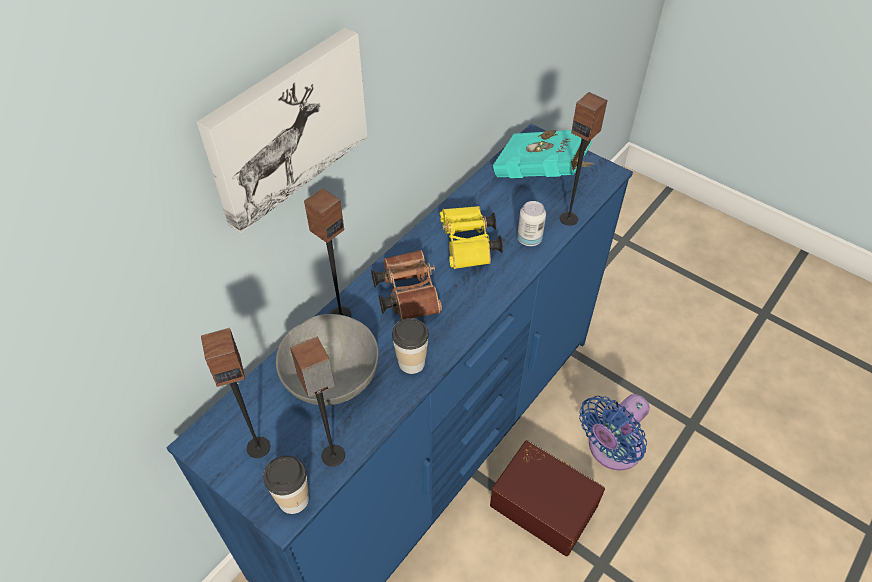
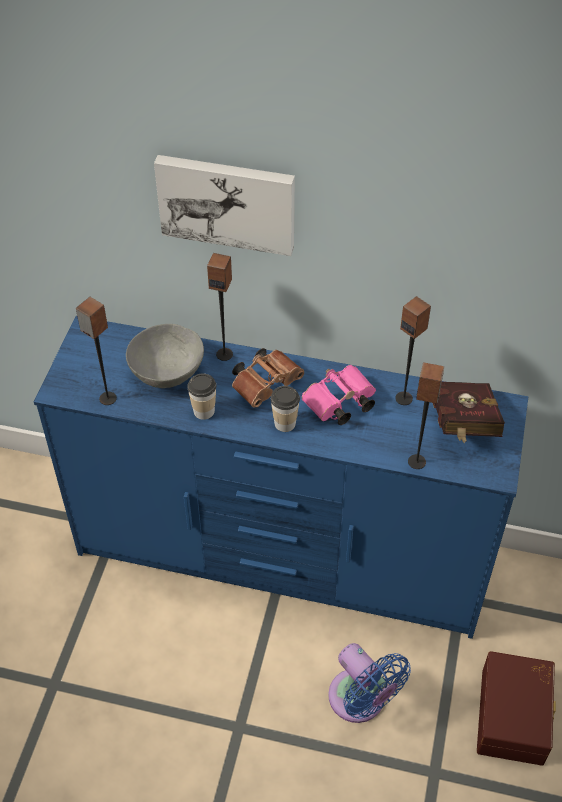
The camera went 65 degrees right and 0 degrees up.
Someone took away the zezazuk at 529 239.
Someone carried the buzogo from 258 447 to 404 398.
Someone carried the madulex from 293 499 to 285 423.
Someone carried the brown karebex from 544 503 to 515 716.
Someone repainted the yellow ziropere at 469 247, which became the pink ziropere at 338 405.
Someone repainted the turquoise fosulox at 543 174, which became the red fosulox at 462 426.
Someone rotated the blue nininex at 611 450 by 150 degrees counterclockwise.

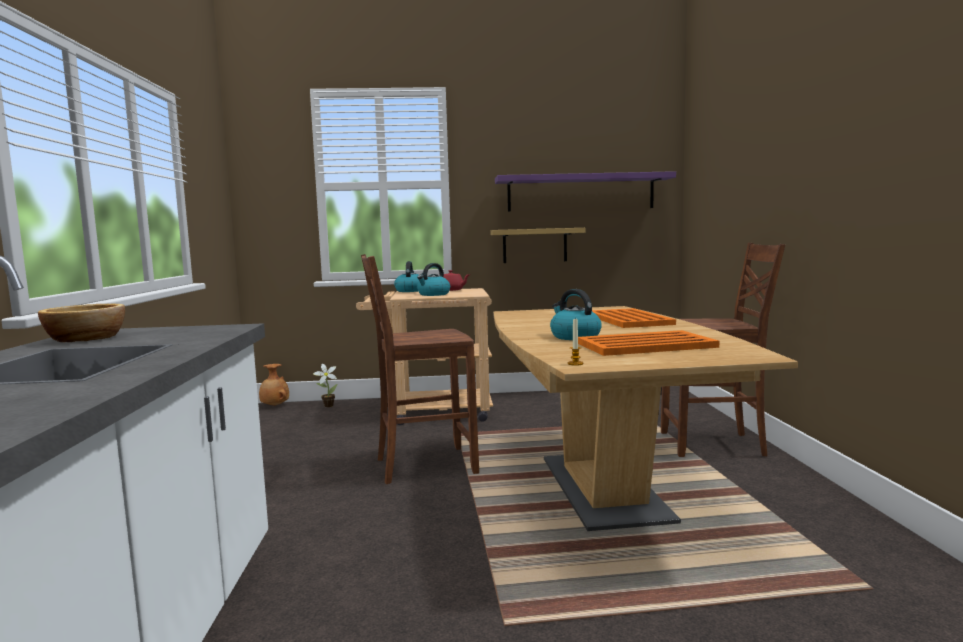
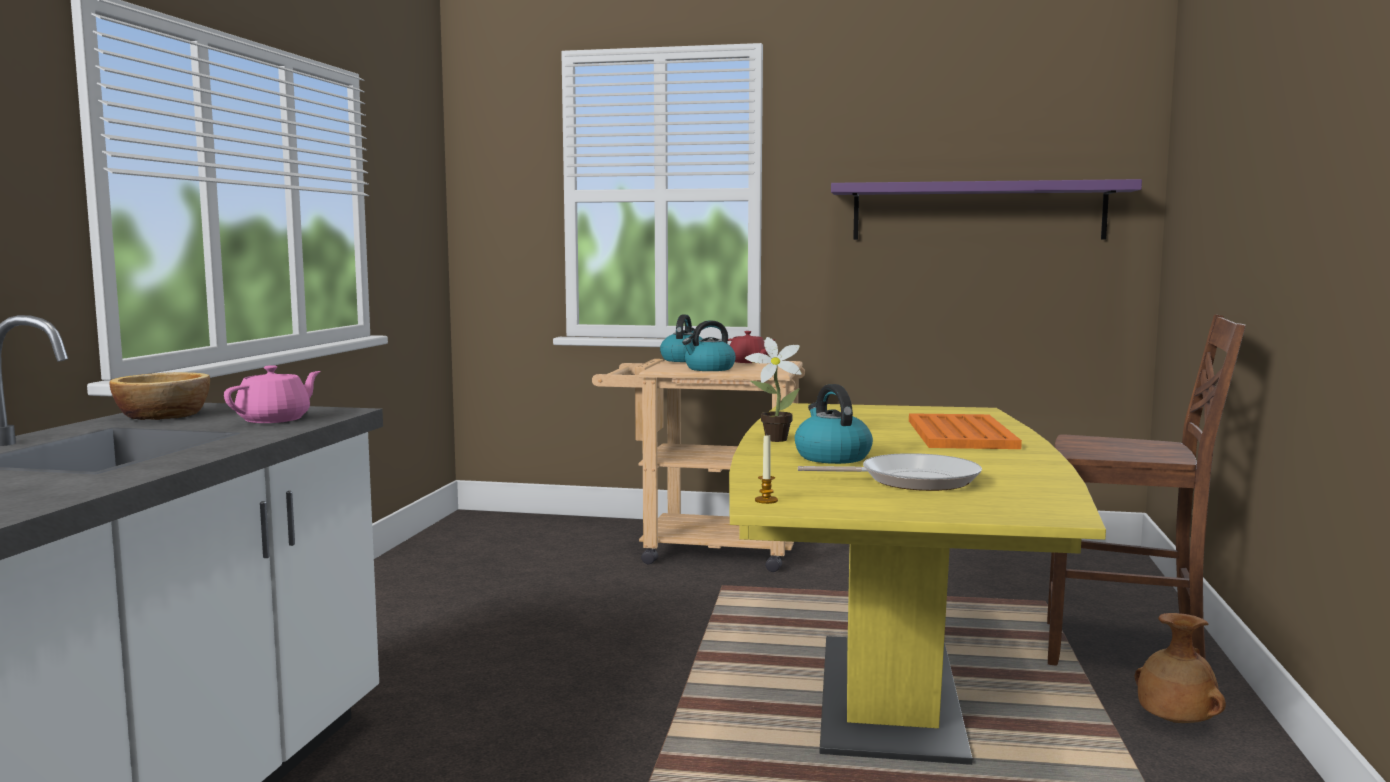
The camera went 15 degrees right and 0 degrees up.
Someone took away the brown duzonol at 423 465.
Someone took away the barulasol at 534 245.
Someone put down the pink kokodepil at 275 420.
Someone carried the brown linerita from 274 405 to 1174 722.
Someone carried the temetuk from 327 406 to 772 439.
Someone swapped the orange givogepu at 644 345 for the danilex at 912 480.
Someone repainted the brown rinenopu at 603 488, which became the yellow rinenopu at 889 696.

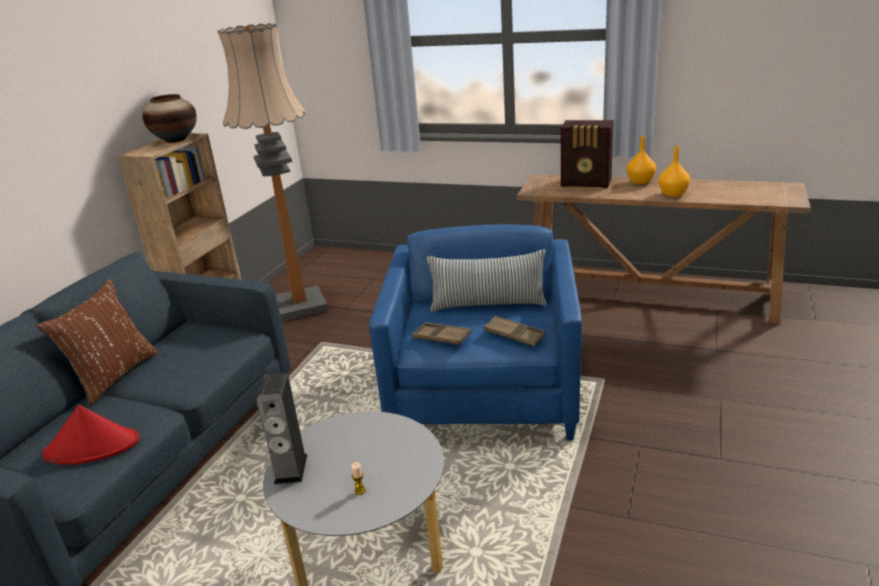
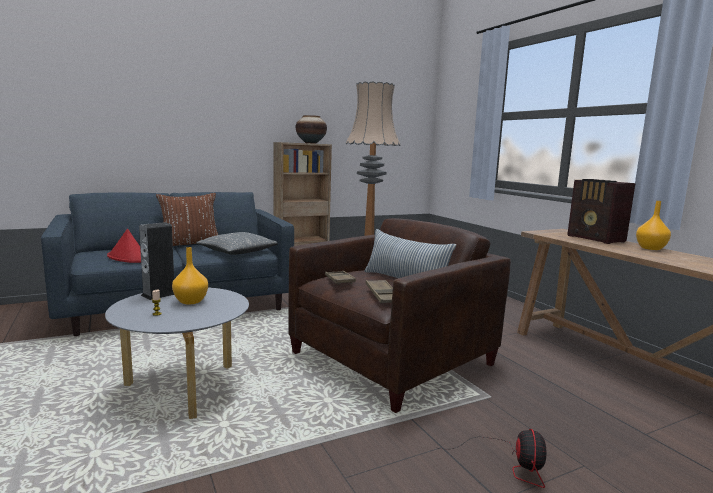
The camera went 40 degrees right and 15 degrees down.
Someone put down the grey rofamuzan at 238 251.
Someone put down the nininex at 510 463.
Someone carried the orange linerita from 673 194 to 191 301.
Someone repainted the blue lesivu at 485 390, which became the brown lesivu at 392 359.

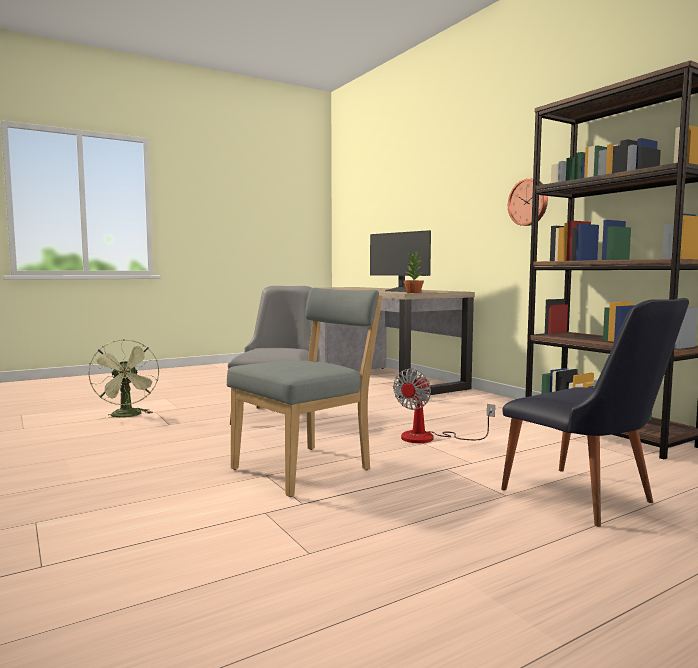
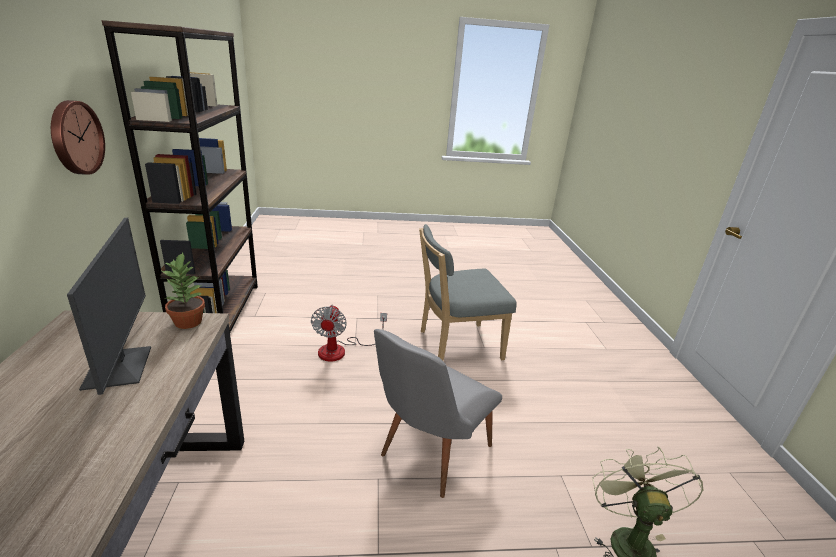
The camera went 155 degrees left and 20 degrees up.
Someone took away the black duzonol at 588 500.
Someone rotated the nininex at 429 438 by 120 degrees clockwise.

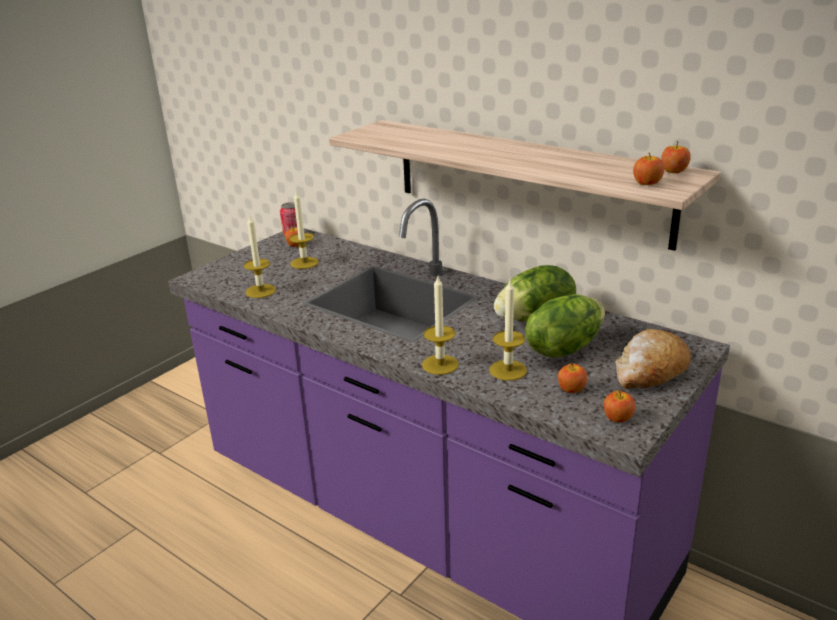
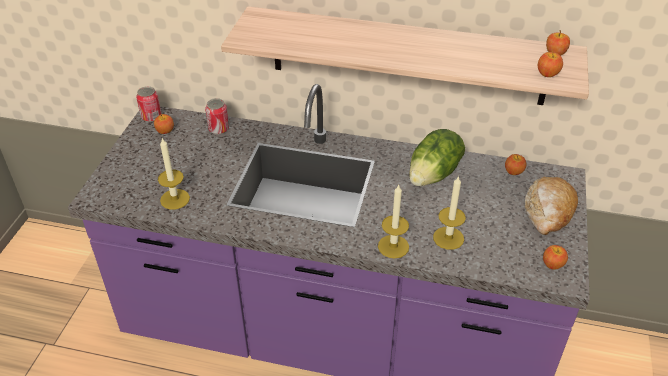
The camera went 25 degrees left and 15 degrees up.
Someone took away the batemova at 304 263.
Someone took away the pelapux at 564 347.
Someone put down the zezazuk at 218 129.
Someone carried the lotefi from 571 389 to 514 172.

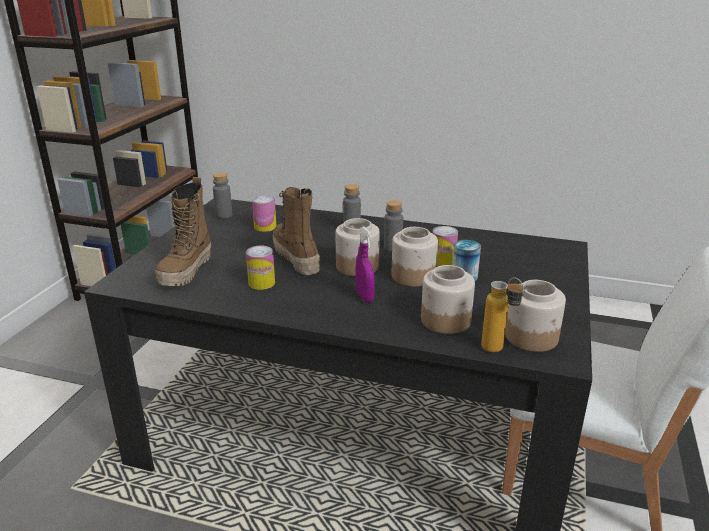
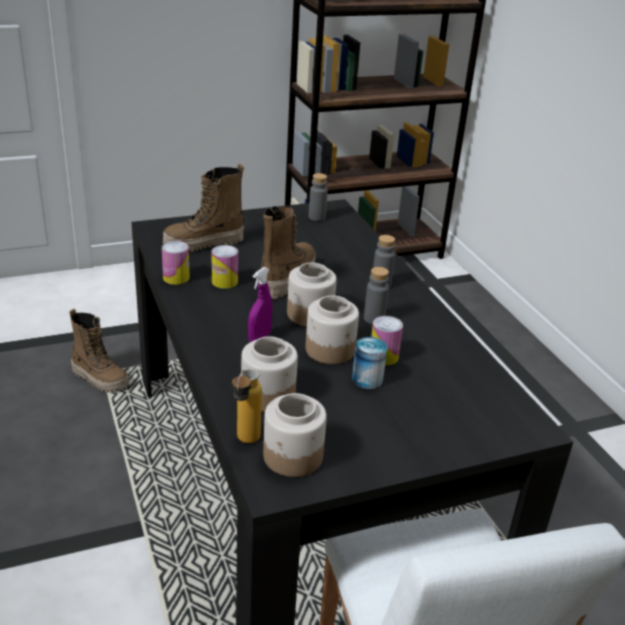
The camera went 50 degrees right and 5 degrees up.
Someone put down the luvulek at 100 378.
Someone carried the zezazuk from 265 227 to 176 278.

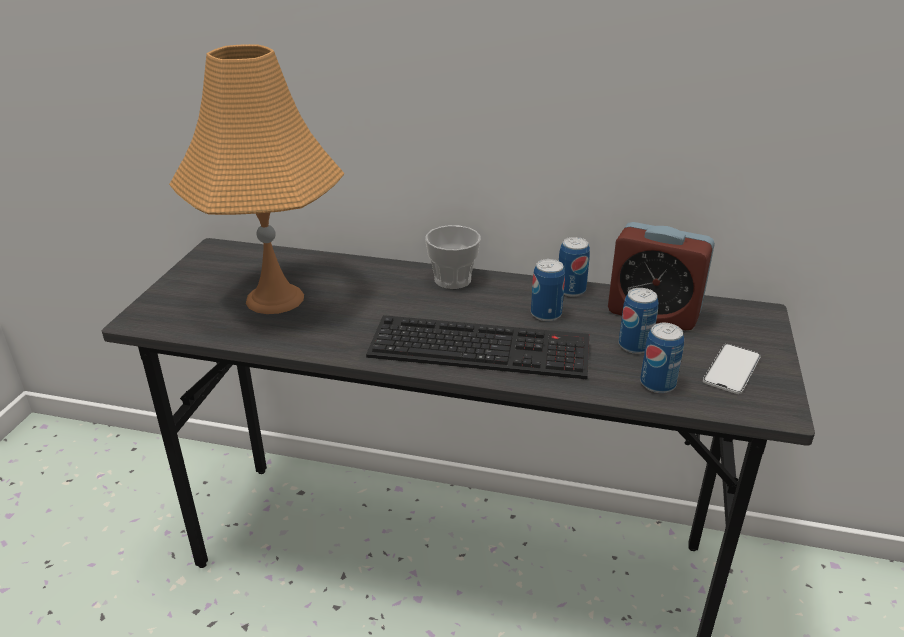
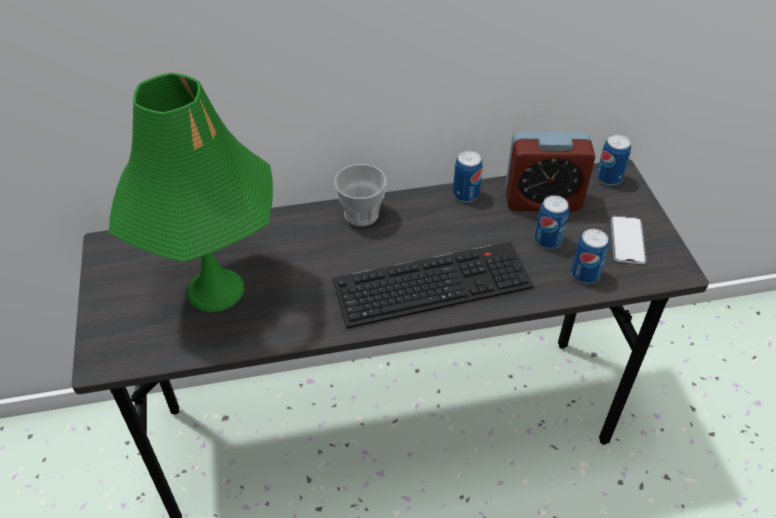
The camera went 25 degrees left and 15 degrees up.
Someone carried the zezazuk from 546 314 to 609 178.
Someone repainted the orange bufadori at 275 298, which became the green bufadori at 216 289.

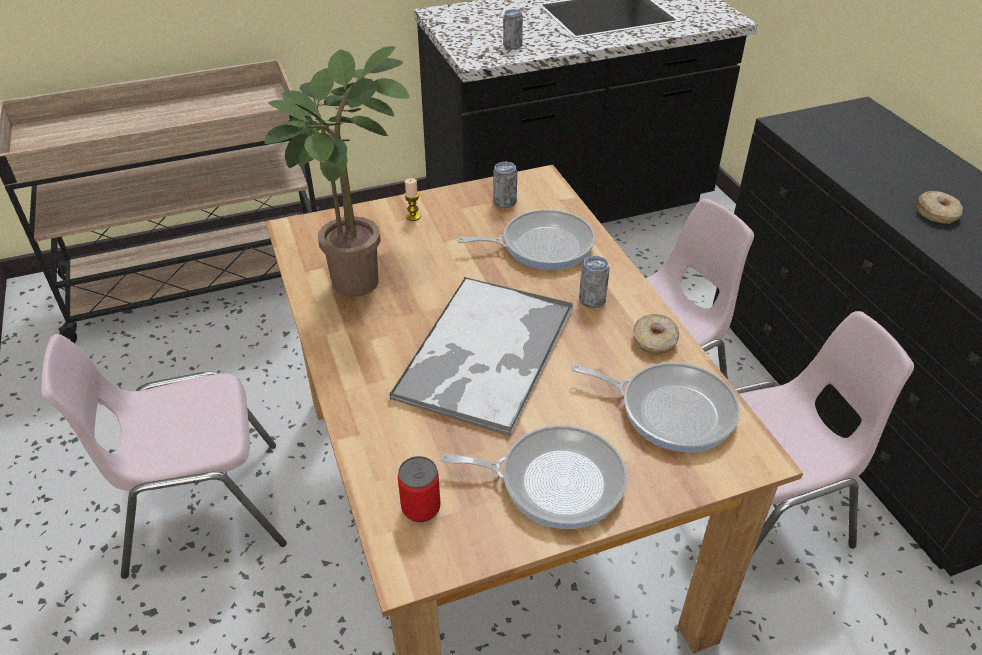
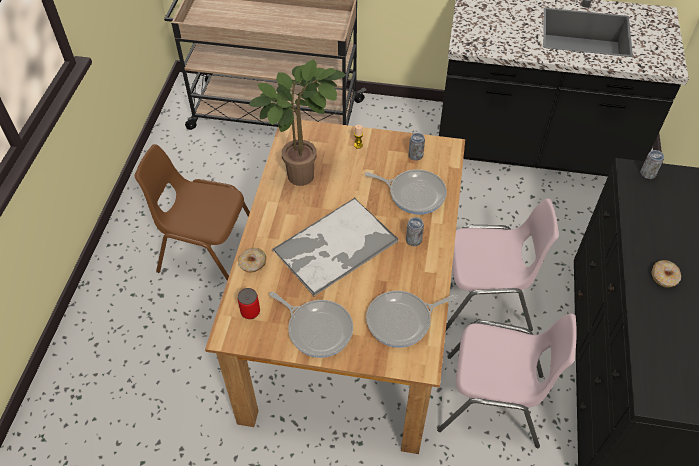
The camera went 30 degrees right and 10 degrees up.
Someone carried the zezazuk from 512 45 to 647 174.
Someone carried the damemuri from 654 341 to 252 263.
Someone repainted the pink duzonol at 201 508, which became the brown duzonol at 208 253.
Someone rotated the danilex at 671 409 by 105 degrees clockwise.

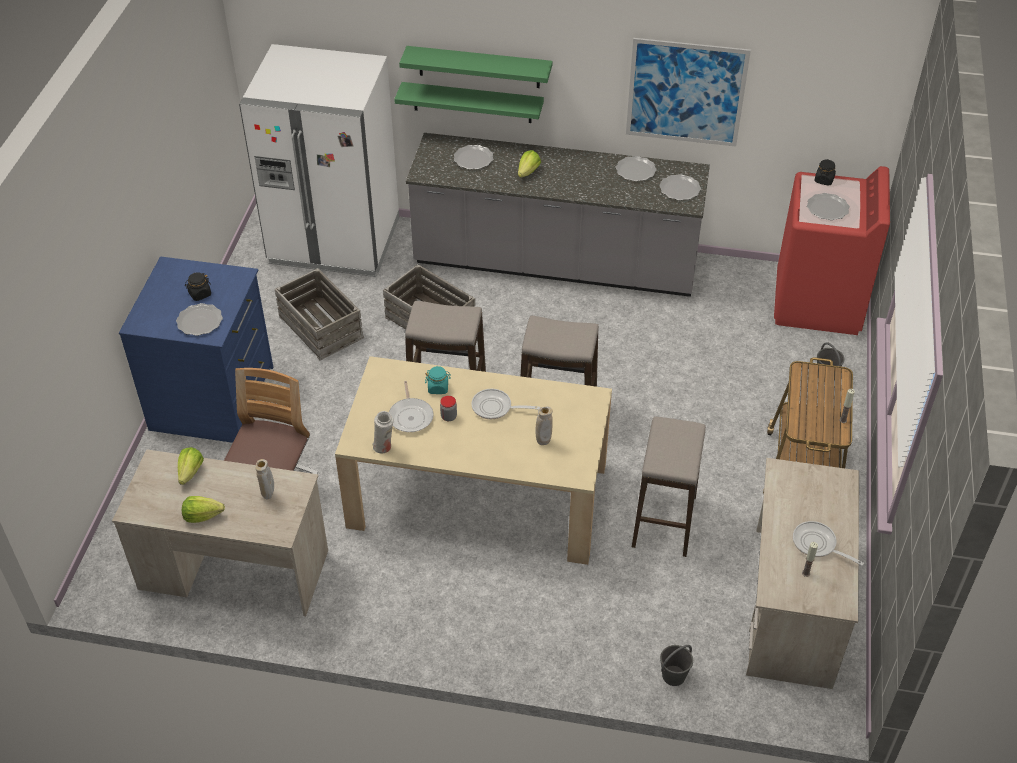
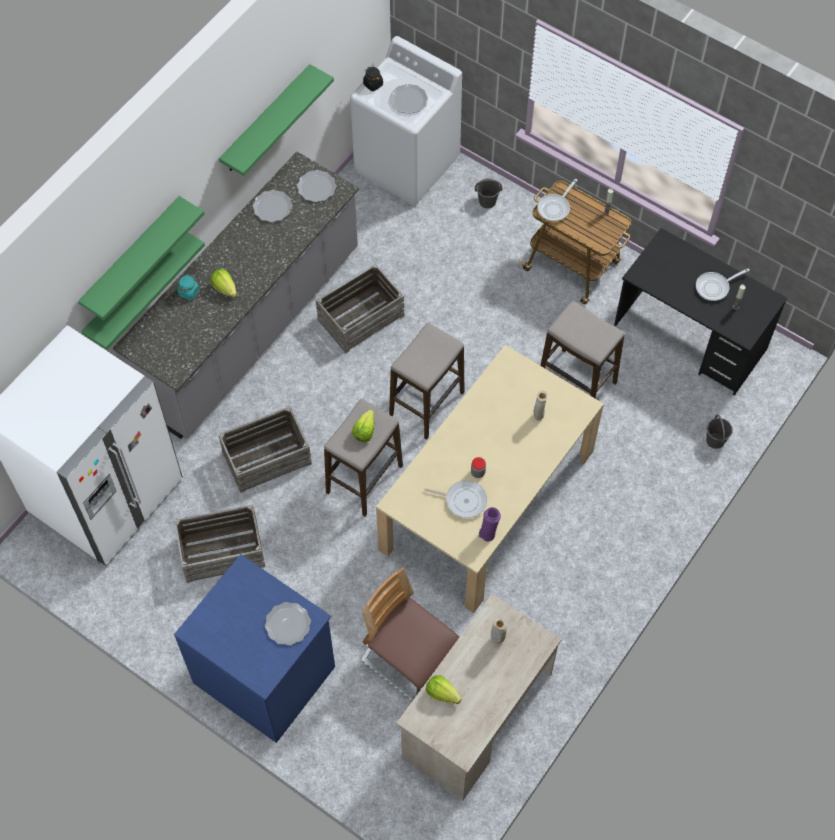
The camera went 65 degrees left and 15 degrees up.
Someone took away the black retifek at 199 294.
Someone took away the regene at 473 159.
Someone put down the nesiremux at 360 317.
Someone carried the pelapux from 202 516 to 364 431.
Someone carried the turquoise retifek from 438 388 to 189 292.
Someone carried the danilex from 495 408 to 555 208.
Someone swapped the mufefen at 686 92 for the green barulasol at 266 120.
Someone repainted the white linerita at 384 447, which became the purple linerita at 488 532.
Someone repainted the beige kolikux at 791 606, which became the black kolikux at 690 338.
Someone repainted the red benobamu at 818 303, which became the white benobamu at 407 164.

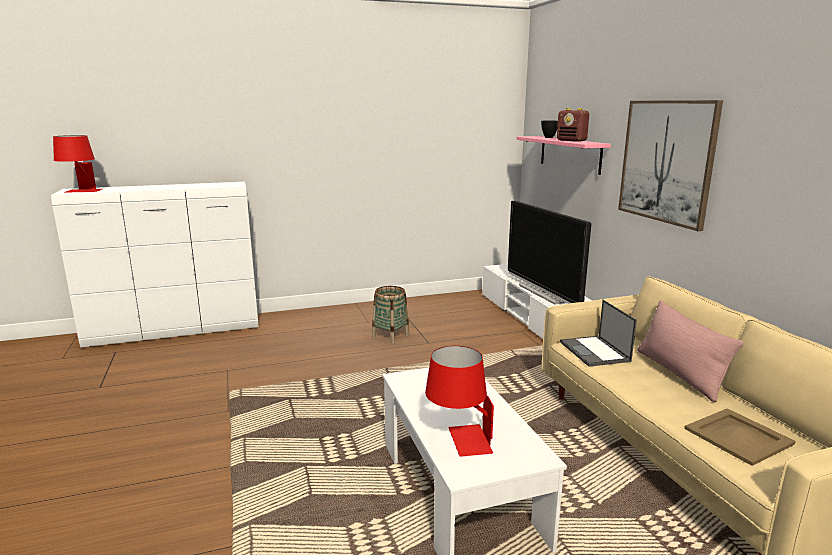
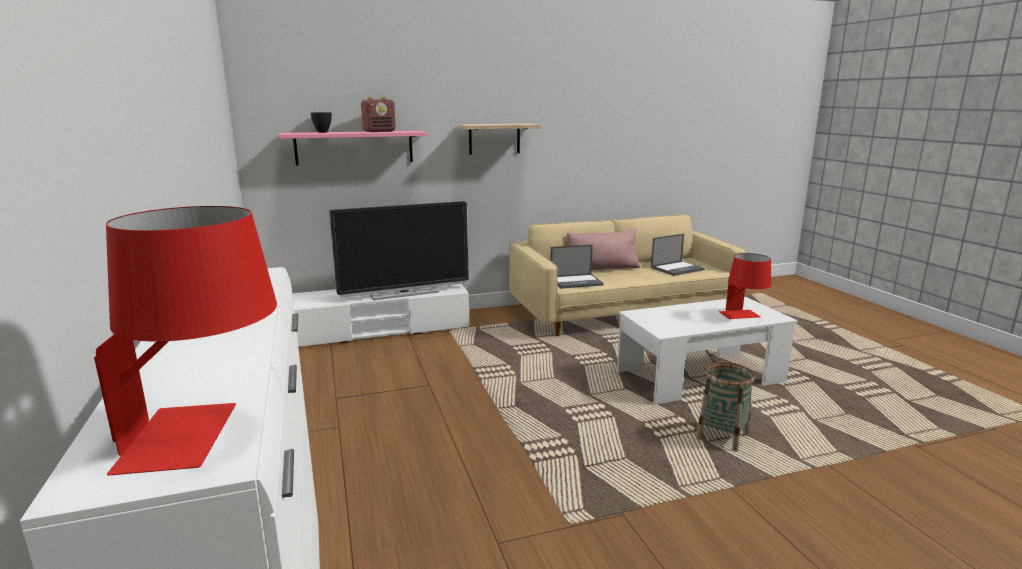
The camera went 90 degrees left and 0 degrees up.
Someone carried the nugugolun from 390 336 to 722 437.
Someone swapped the mufefen at 666 161 for the barulasol at 494 138.
Someone swapped the beige givogepu at 739 436 for the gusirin at 677 268.

